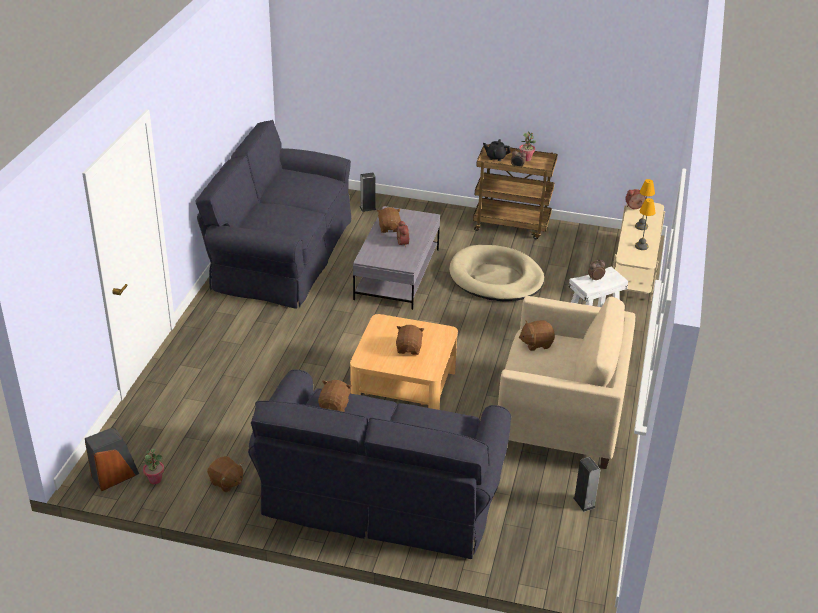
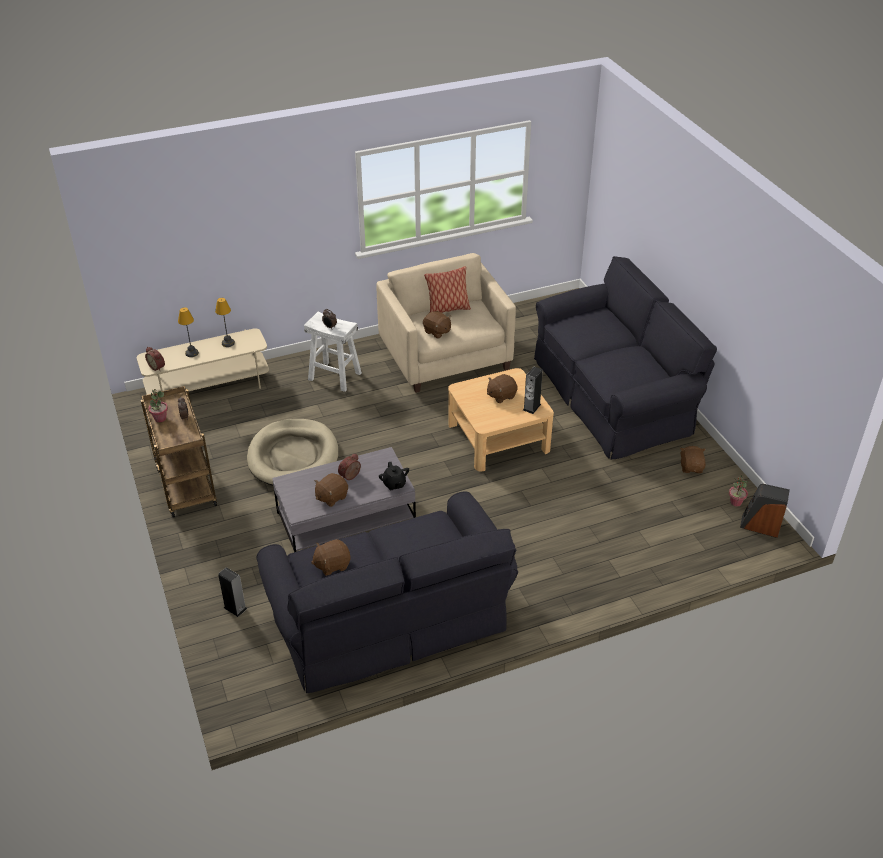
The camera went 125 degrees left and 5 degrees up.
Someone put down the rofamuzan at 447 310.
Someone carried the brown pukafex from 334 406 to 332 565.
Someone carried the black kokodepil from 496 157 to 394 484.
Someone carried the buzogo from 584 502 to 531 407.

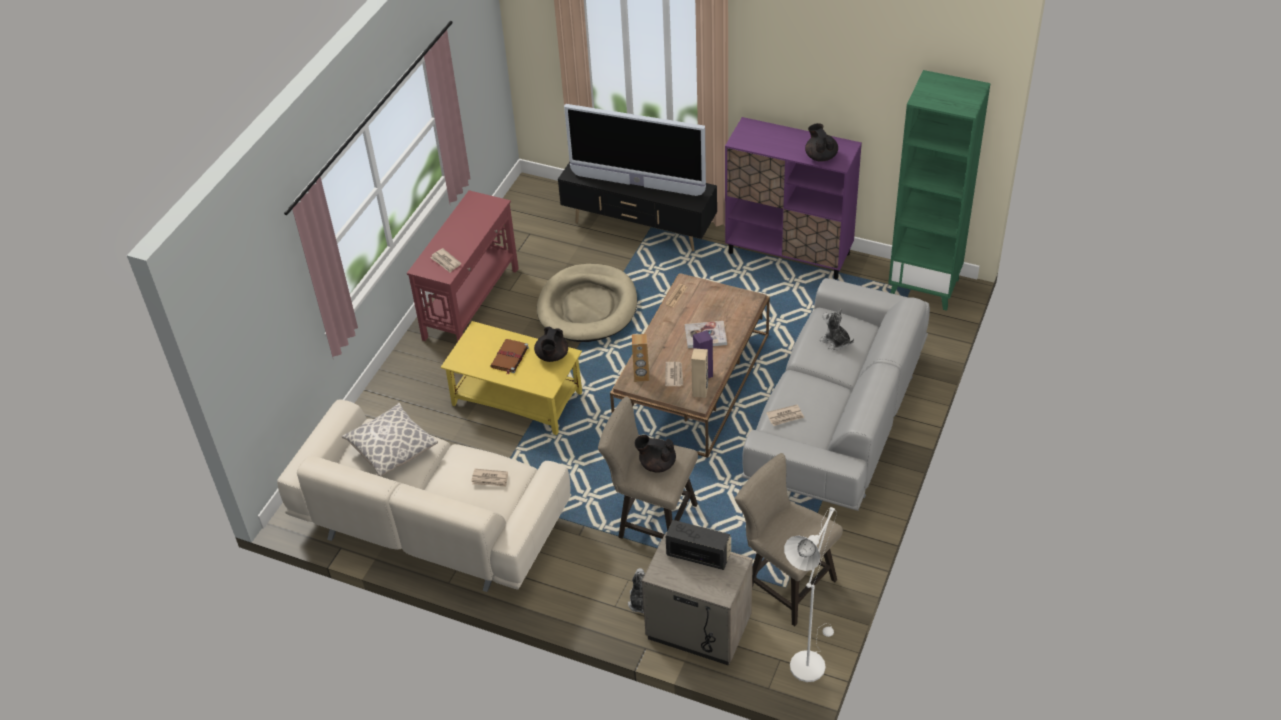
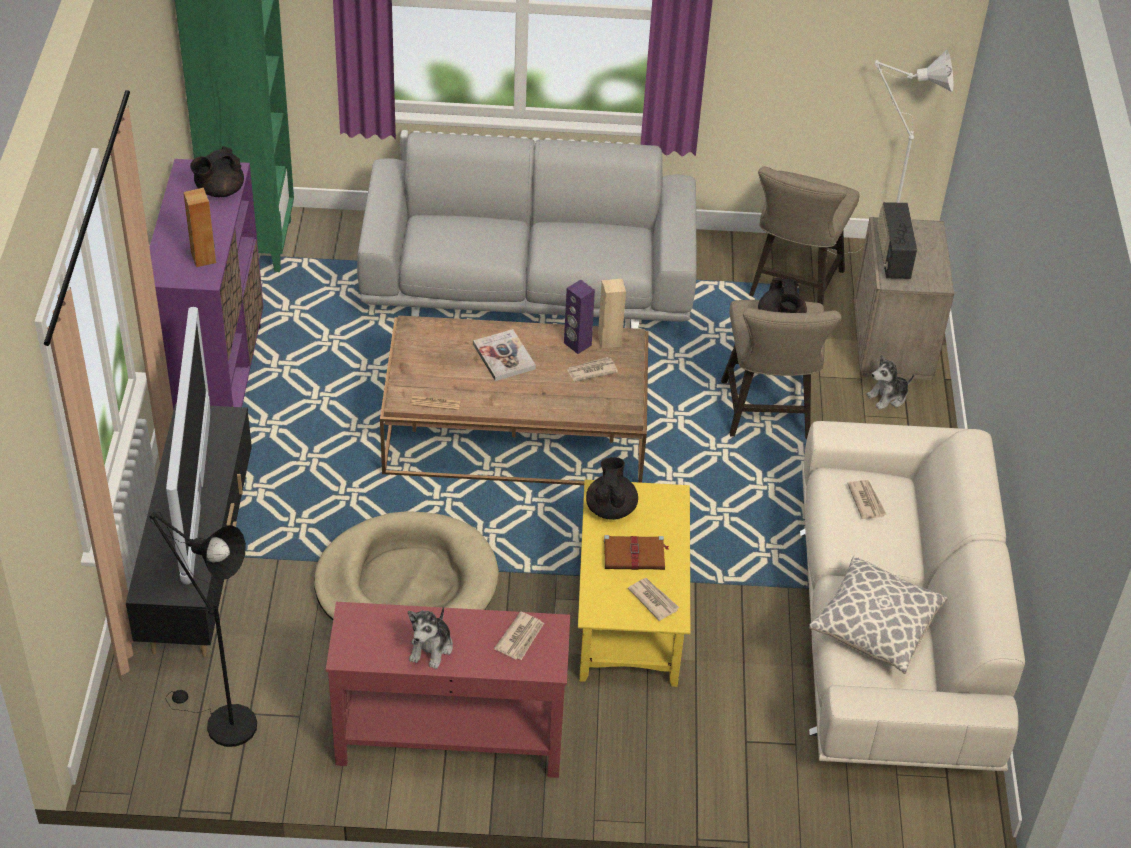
The camera went 115 degrees left and 0 degrees up.
Someone put down the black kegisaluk at 222 723.
Someone carried the brown buzogo from 641 376 to 204 258.
Someone carried the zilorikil from 785 416 to 653 600.
Someone carried the pukafex from 835 341 to 431 648.
Someone rotated the black kokodepil at 552 356 by 75 degrees counterclockwise.

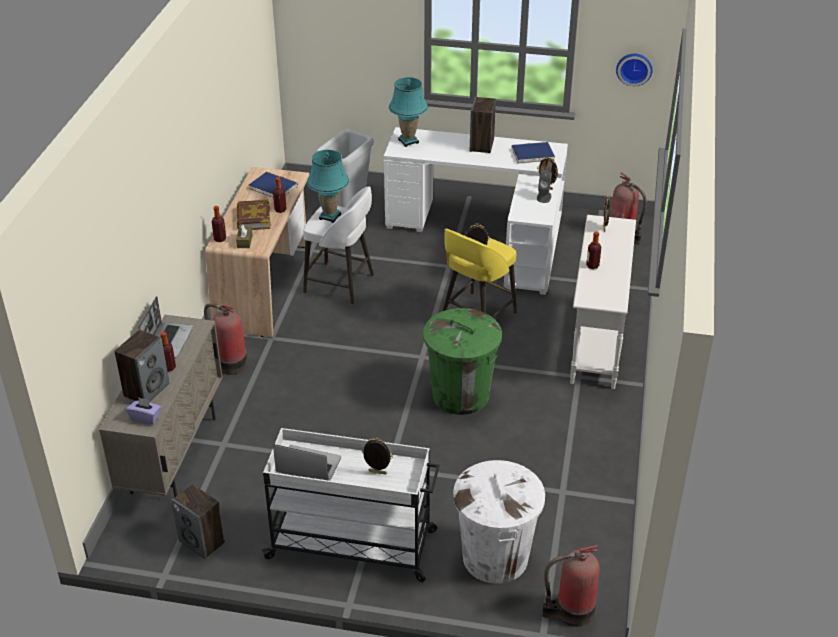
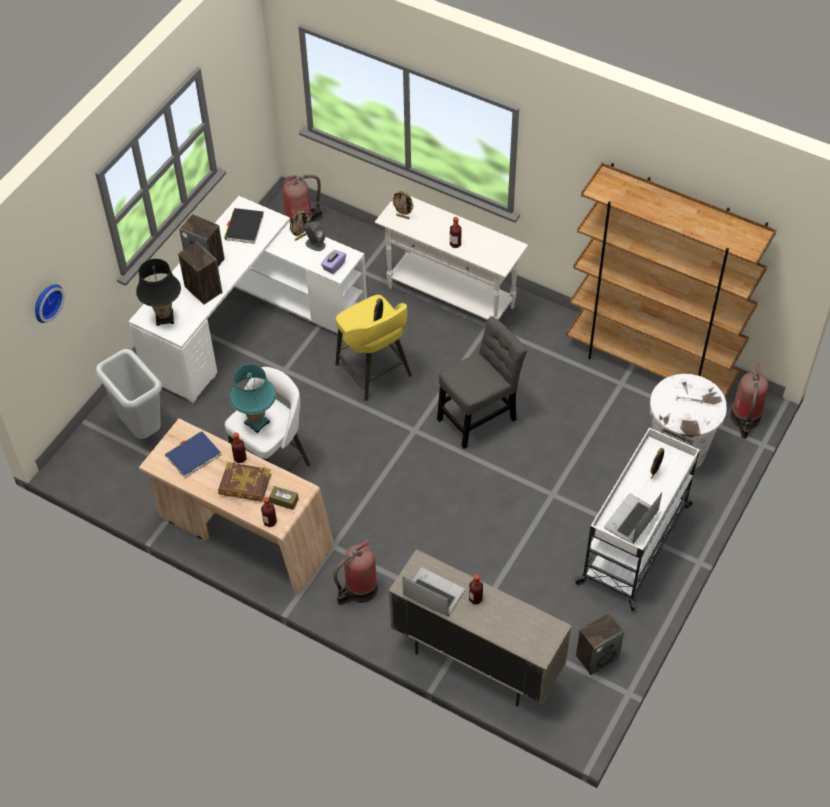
The camera went 70 degrees left and 15 degrees up.
Someone put down the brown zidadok at 650 364.
Someone carried the buzogo from 146 390 to 203 290.
Someone carried the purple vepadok from 145 417 to 333 266.
Someone carried the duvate from 634 68 to 46 302.
Someone swapped the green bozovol at 460 395 for the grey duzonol at 479 416.
Someone repainted the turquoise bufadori at 408 141, which became the black bufadori at 164 317.
Someone repainted the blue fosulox at 532 154, which became the black fosulox at 244 227.

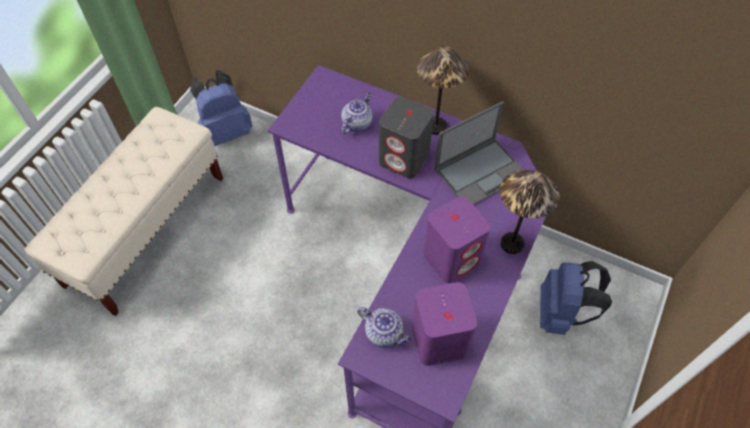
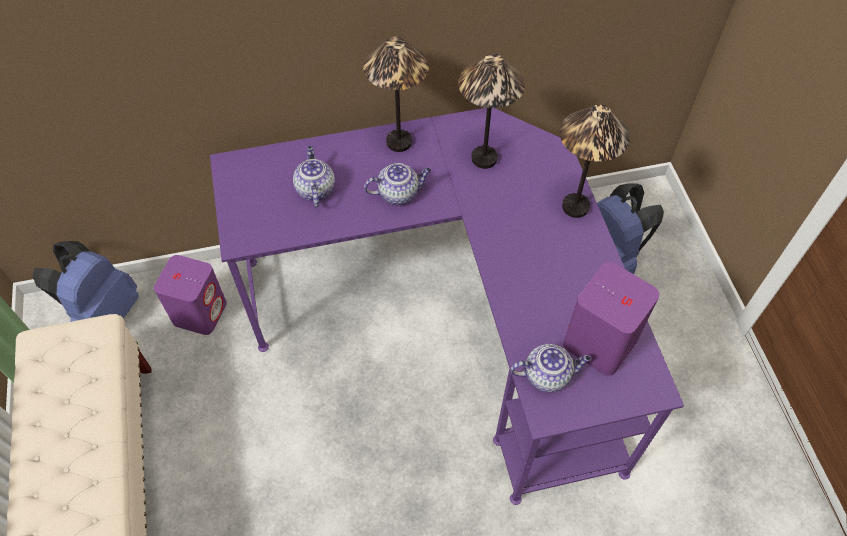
The camera went 40 degrees left and 0 degrees up.
Someone carried the purple buzogo from 452 258 to 200 312.
Someone swapped the grey buzogo at 404 158 for the kokodepil at 399 193.
Someone swapped the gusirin at 481 172 for the bufadori at 483 158.

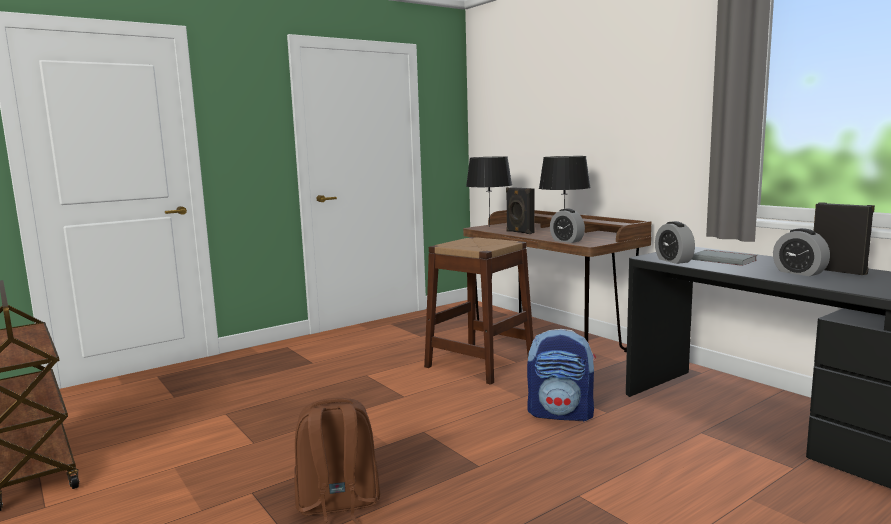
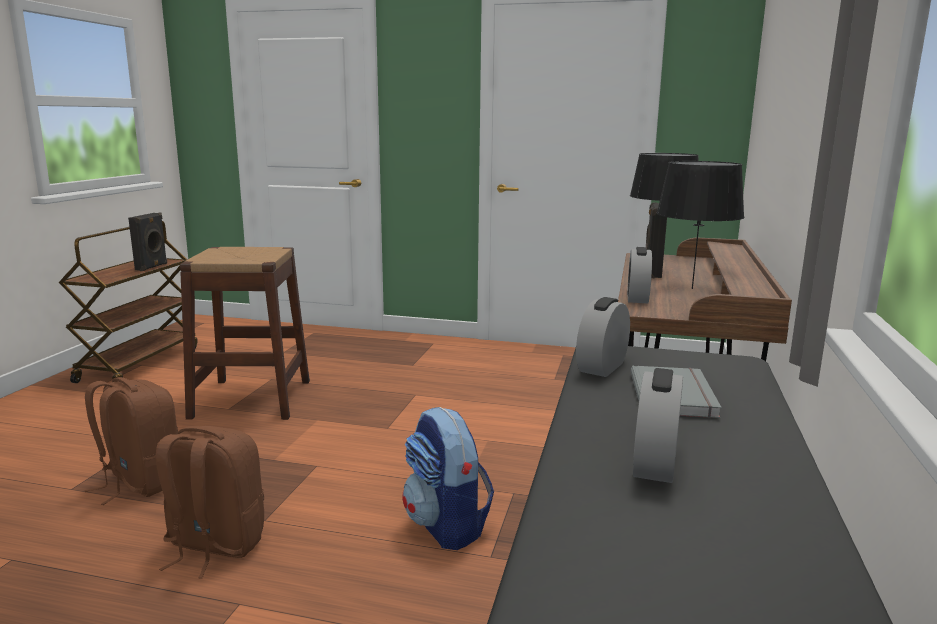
The camera went 50 degrees right and 5 degrees up.
Someone put down the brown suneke at 213 546.
Someone carried the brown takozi from 480 363 to 251 398.
Someone carried the black buzogo from 839 271 to 152 267.

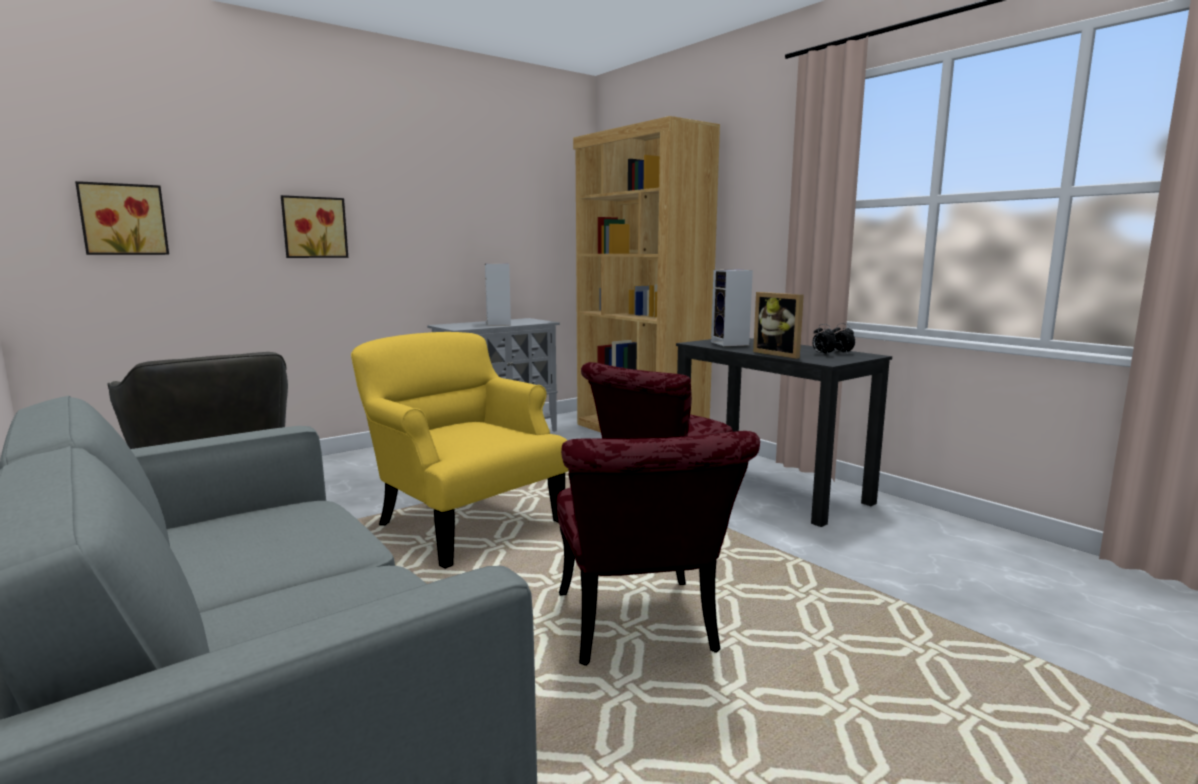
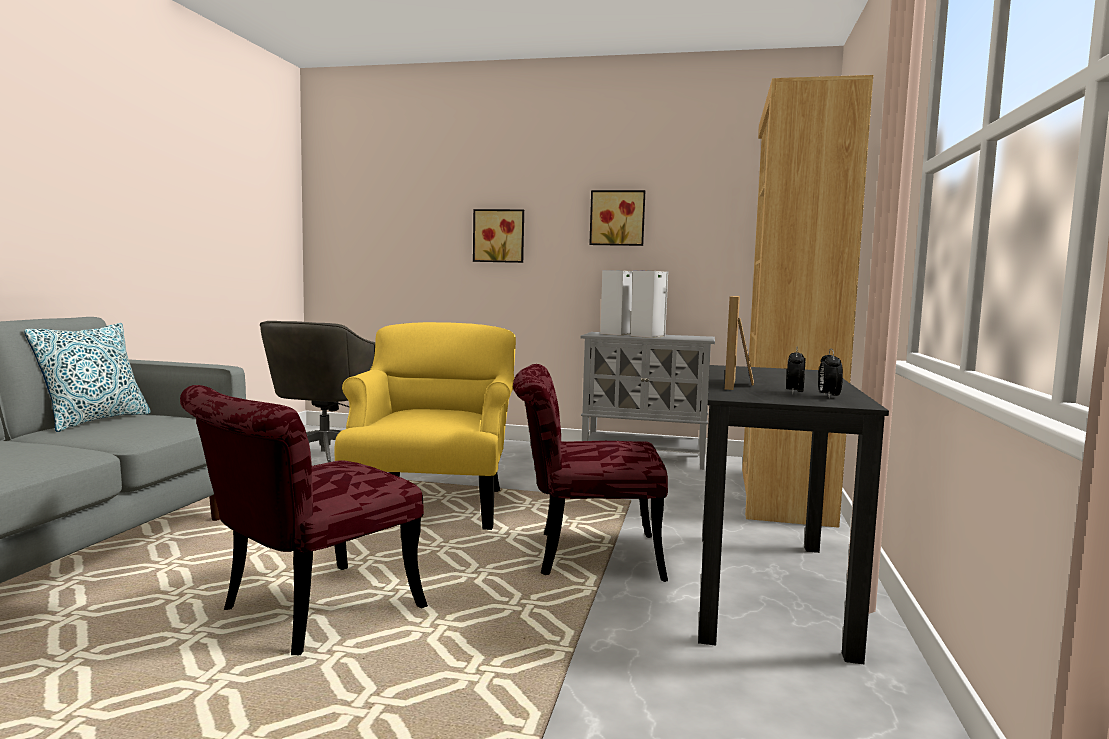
The camera went 50 degrees right and 5 degrees down.
Someone put down the rofamuzan at 95 421.
Someone carried the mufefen from 123 219 to 617 218.
Someone carried the buzogo from 731 344 to 617 334.

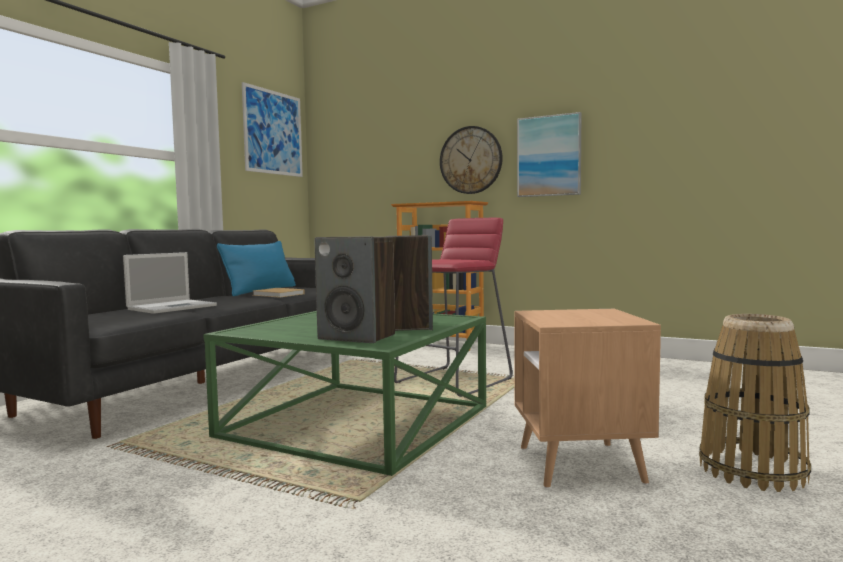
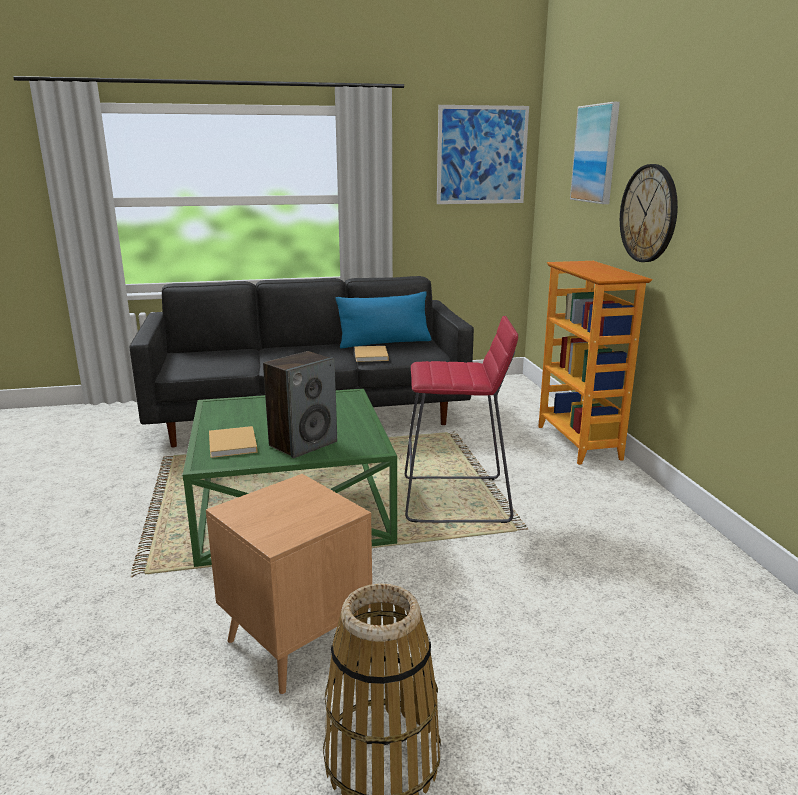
The camera went 50 degrees right and 15 degrees up.
Someone took away the gusirin at 173 307.
Someone carried the mufefen from 549 156 to 595 154.
Someone swapped the buzogo at 357 337 for the beige fosulox at 232 445.

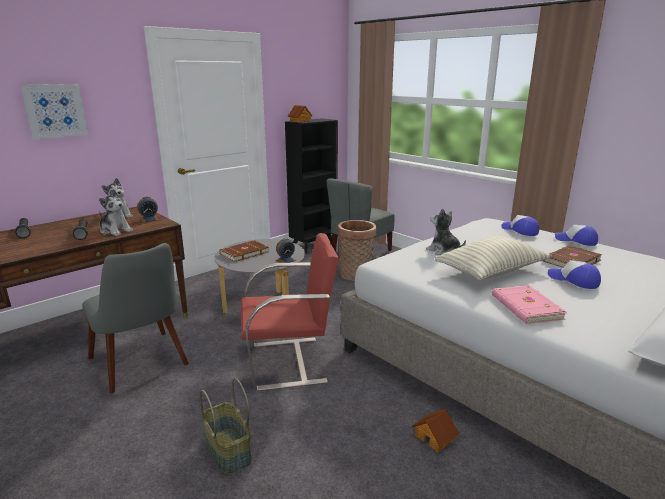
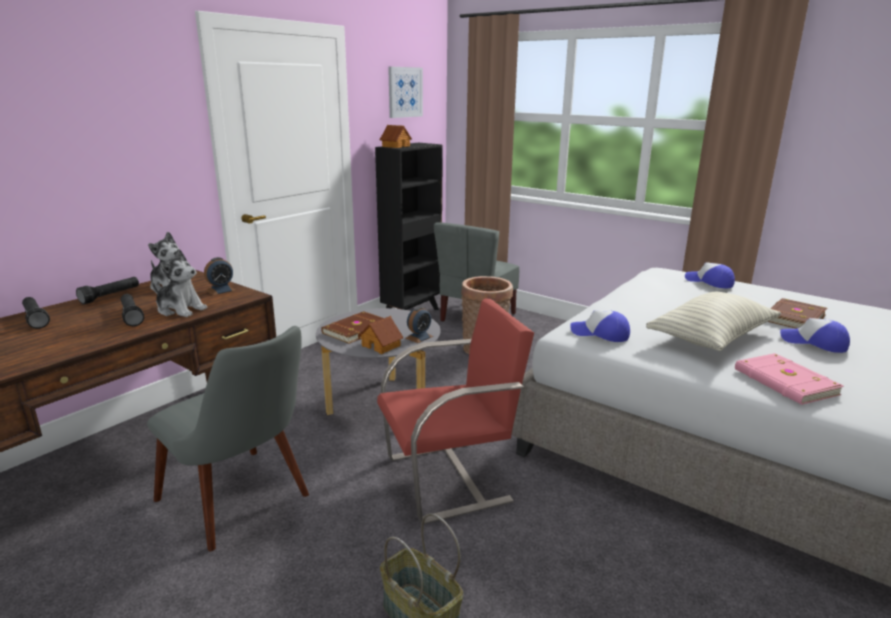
The camera went 10 degrees left and 0 degrees up.
Someone took away the pukafex at 443 251.
Someone put down the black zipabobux at 110 296.
Someone carried the mufefen from 55 111 to 404 92.
Someone carried the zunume from 435 437 to 381 345.
Someone carried the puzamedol from 576 241 to 600 334.

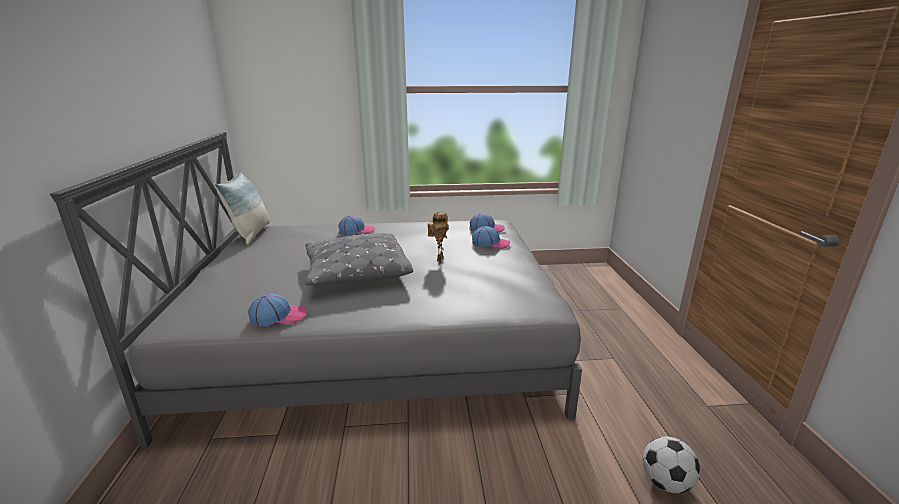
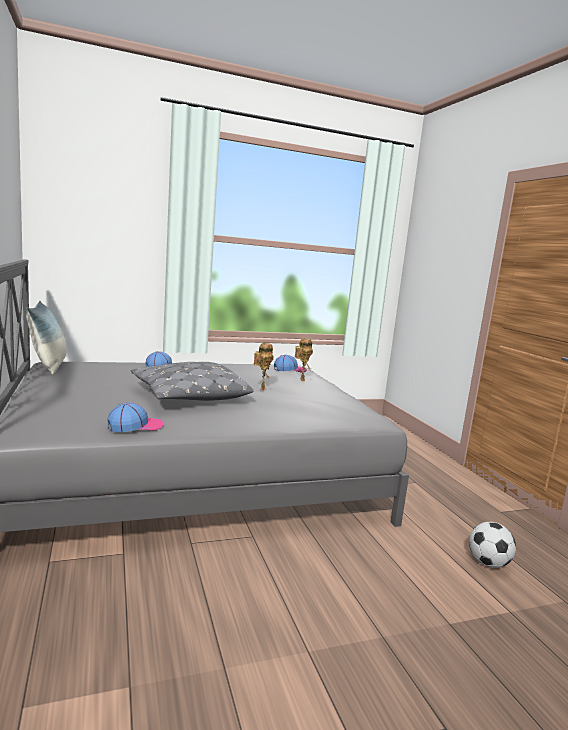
The camera went 15 degrees left and 10 degrees down.
Someone swapped the puzamedol at 491 243 for the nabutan at 301 379.

